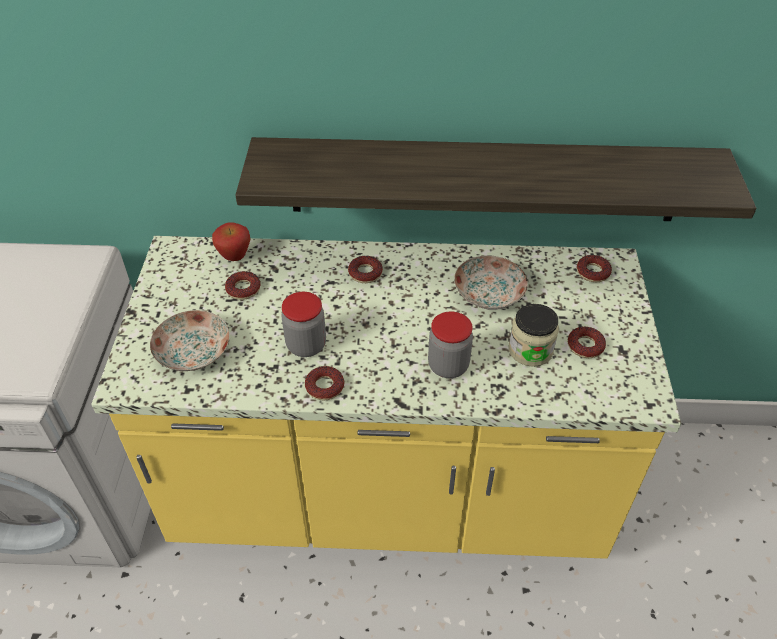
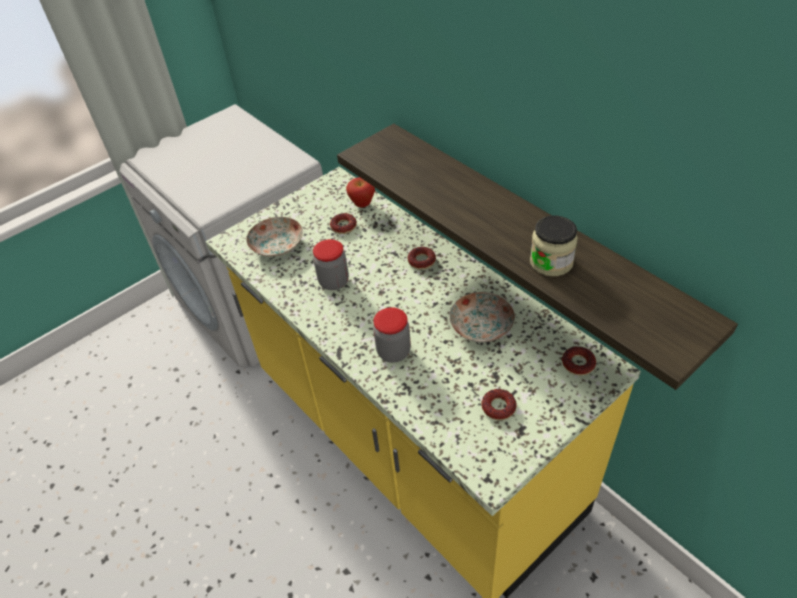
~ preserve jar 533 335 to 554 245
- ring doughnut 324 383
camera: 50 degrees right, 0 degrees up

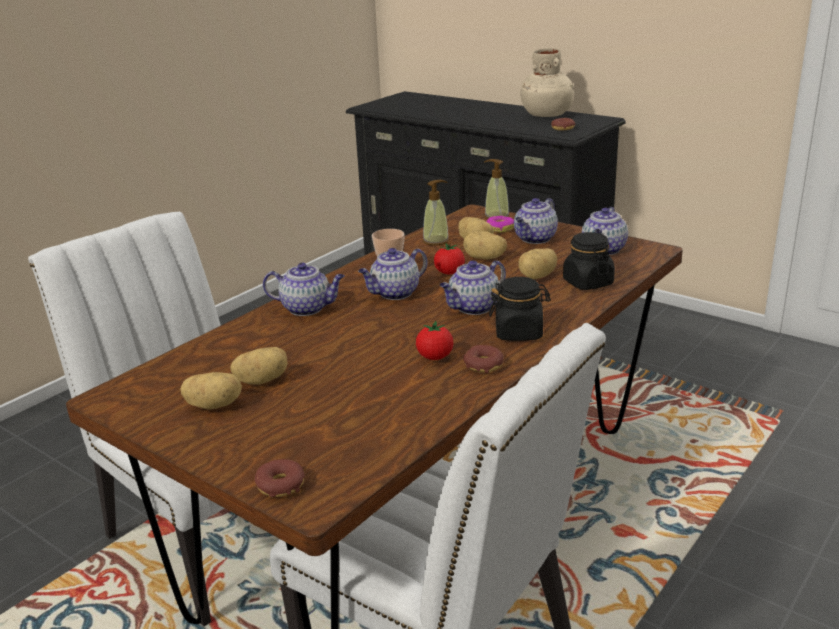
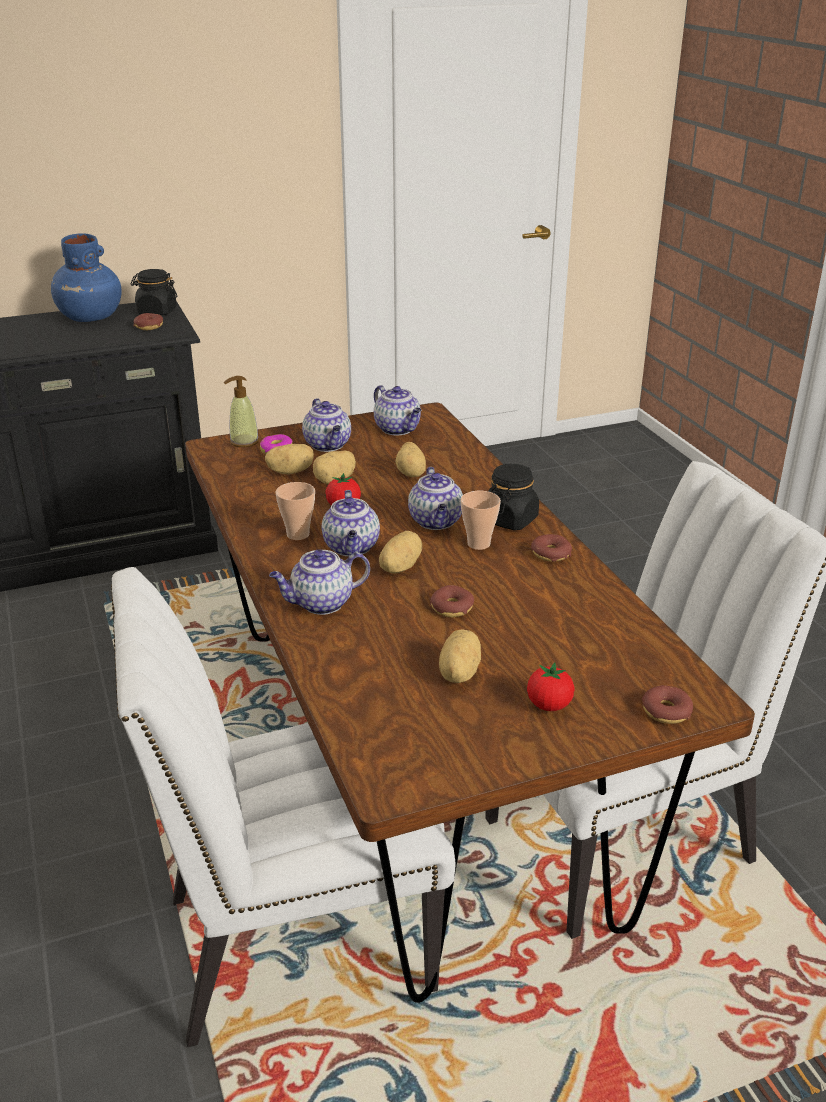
~ vase (beige-coloured) 547 82 to vase (blue) 86 277
- soap bottle 436 213
~ preserve jar (blackish) 589 261 to 154 292
~ pot for tea 304 289 = 319 582 150 degrees counterclockwise
~ tomato 434 340 to 551 687
~ spud 211 390 to 400 552
+ cup 480 520
+ ring doughnut 452 601
camera: 60 degrees left, 5 degrees up

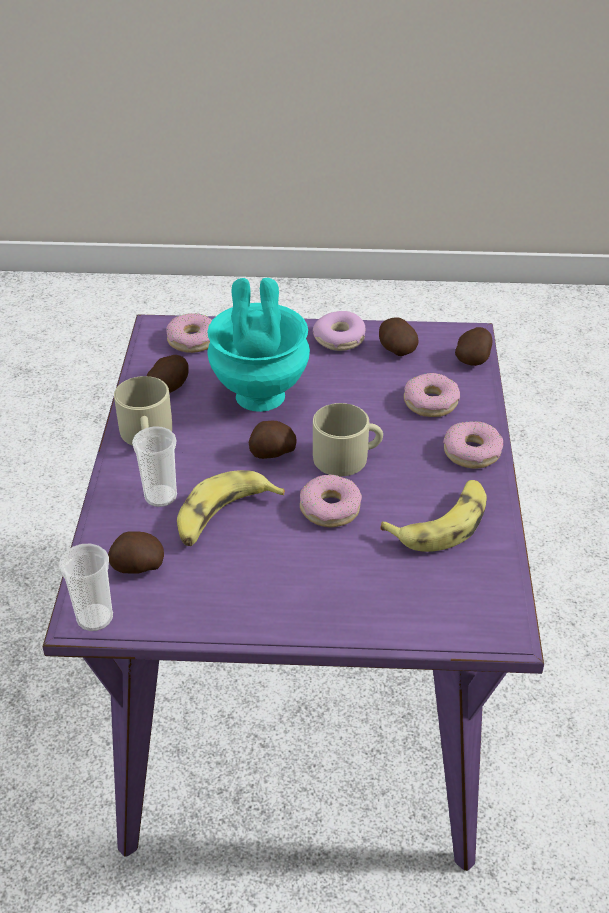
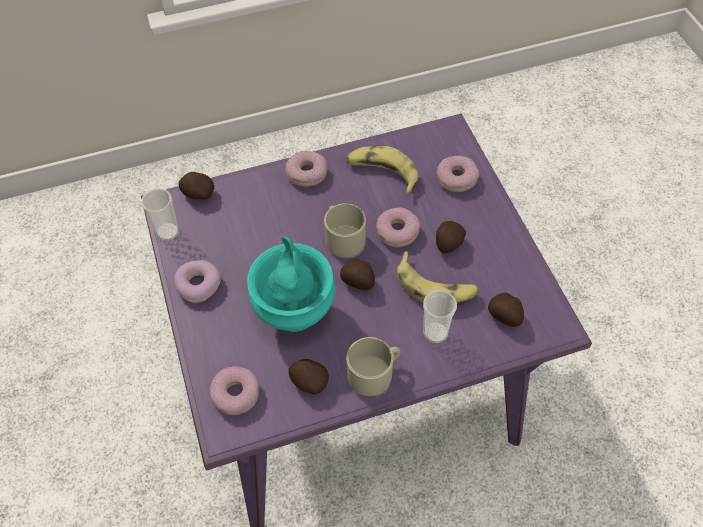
~ spud 399 336 to 451 237
~ ring doughnut 432 395 to 458 174
~ cup 86 587 to 160 214
camera: 110 degrees left, 15 degrees up

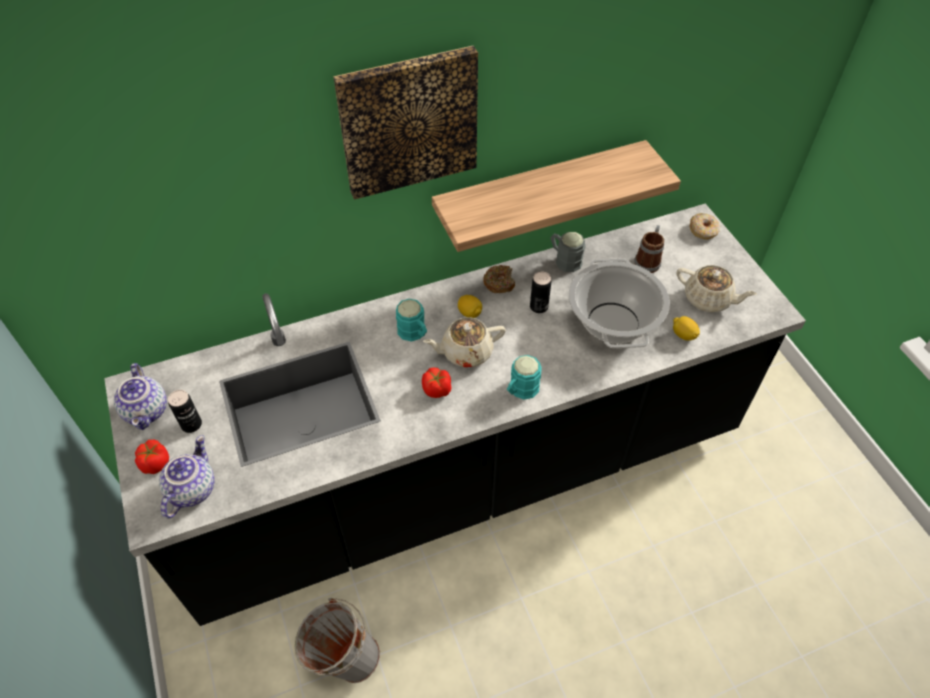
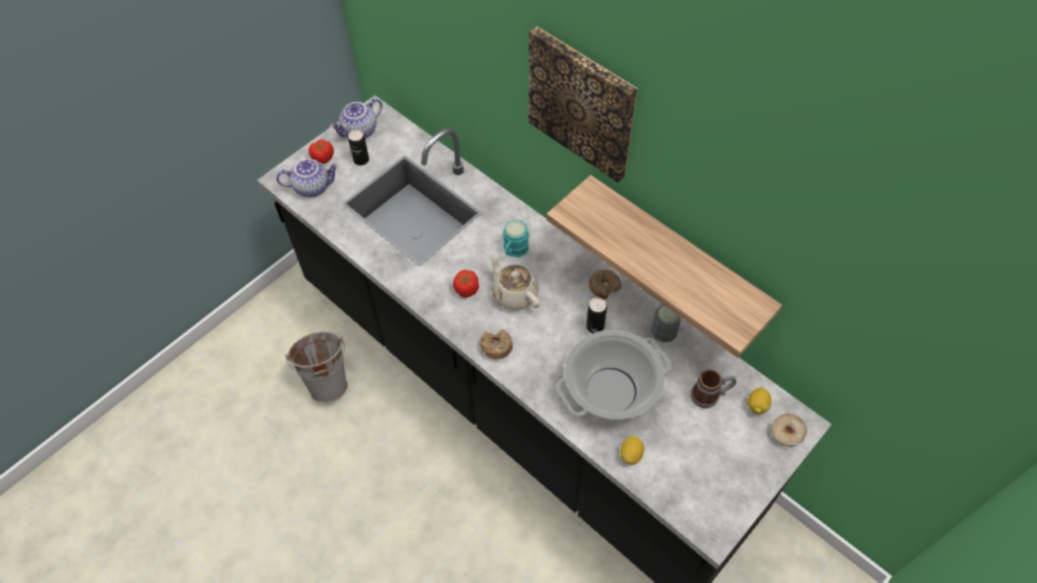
- pot for tea (beige-coloured) 717 288
~ whole lemon 470 306 to 759 401
~ tea mug (turquoise) 524 377 to ring doughnut 496 344
camera: 65 degrees right, 5 degrees up

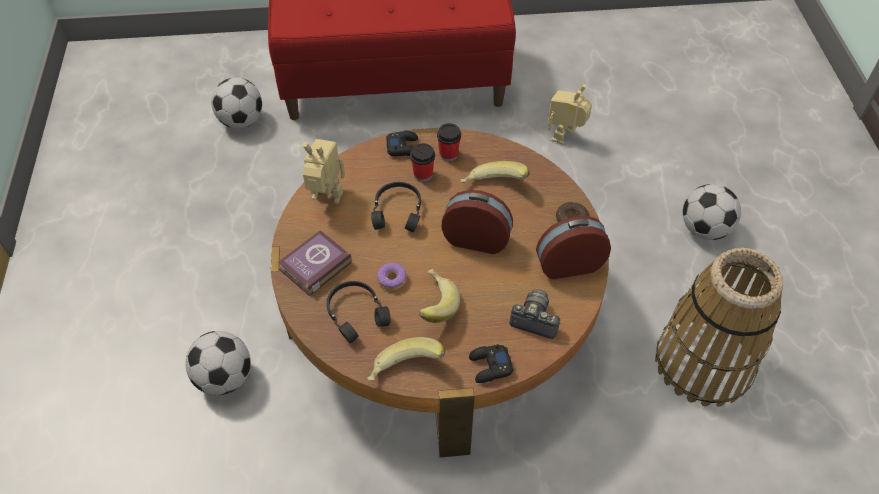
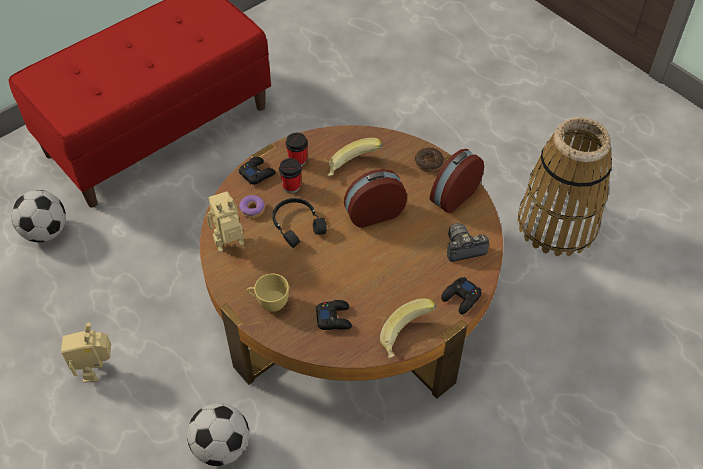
~ robot figure 570 114 to 86 352
- football ball 712 212
~ bound book 315 263 to cup (yellow-coloured) 268 293
~ ring doughnut 392 277 to 252 206
- banana 439 296
~ headphones (blackish) 358 312 to joypad (blackish) 334 315
camera: 35 degrees left, 0 degrees up

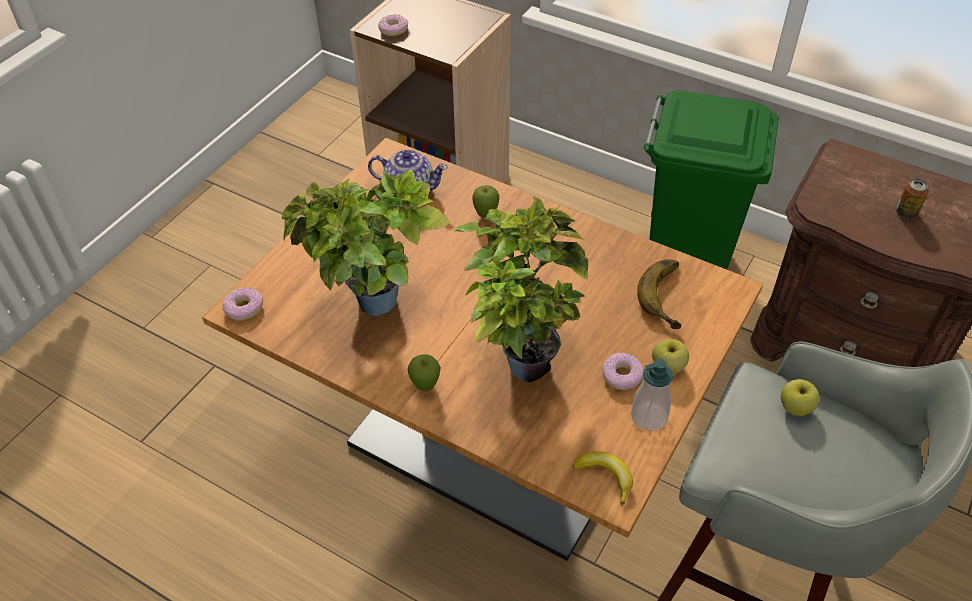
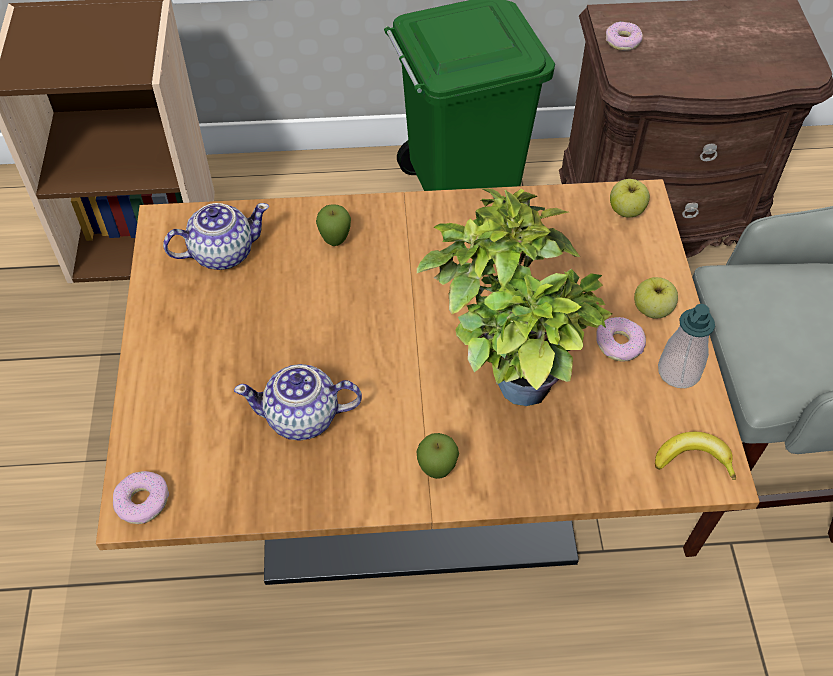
~ ring doughnut 393 25 to 624 36
~ houseplant 366 243 to pot for tea 298 402
- metal can 912 198
- banana 659 294
~ apple fruit 800 397 to 630 198
camera: 35 degrees left, 5 degrees up

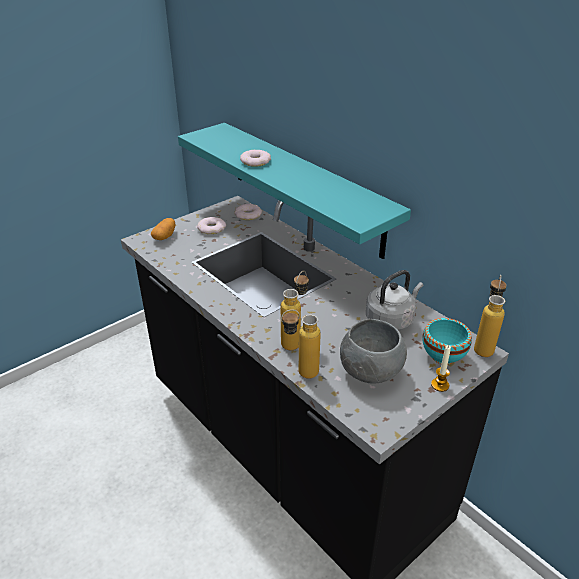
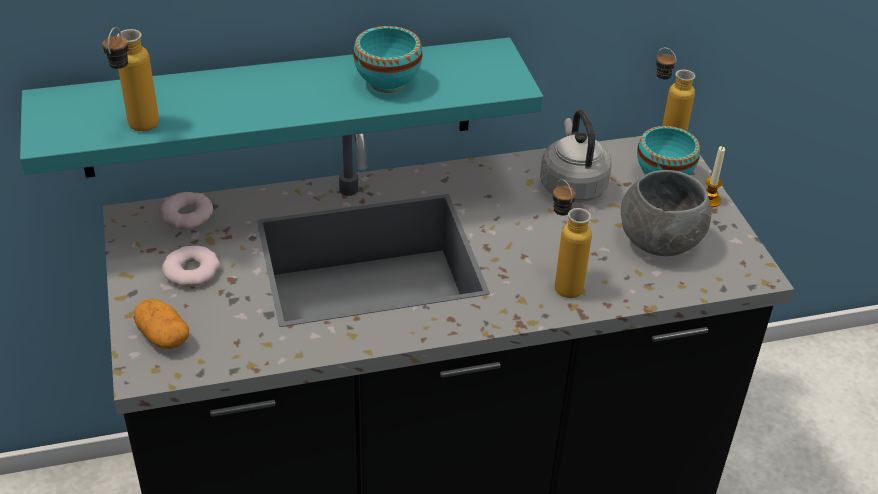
- ring doughnut 255 158
~ drink bottle 301 344 to 131 79
+ bowl (turquoise) 388 59
camera: 65 degrees left, 5 degrees up

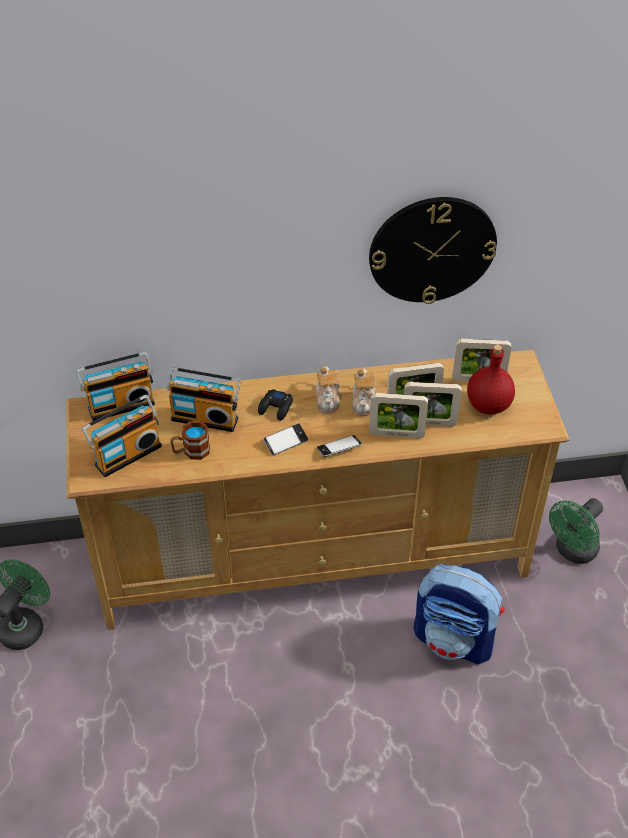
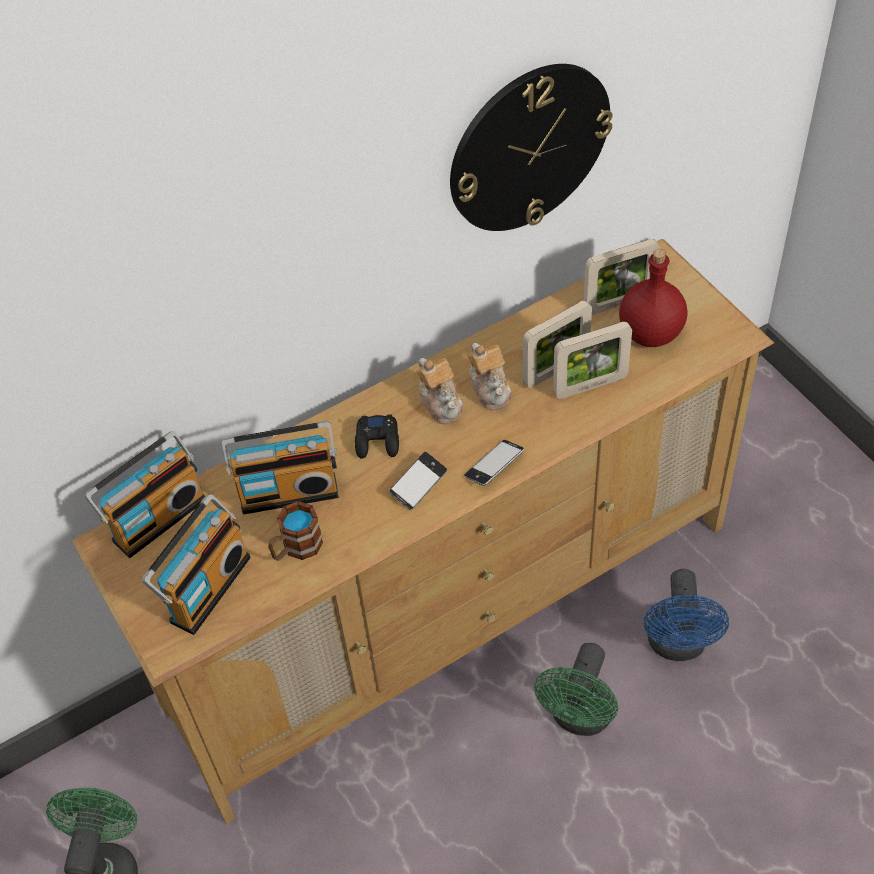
- photo frame 398 415
~ fan (green-coloured) 576 531 to 576 689
~ rucksack 459 614 to fan (blue) 686 615
camera: 20 degrees left, 5 degrees up

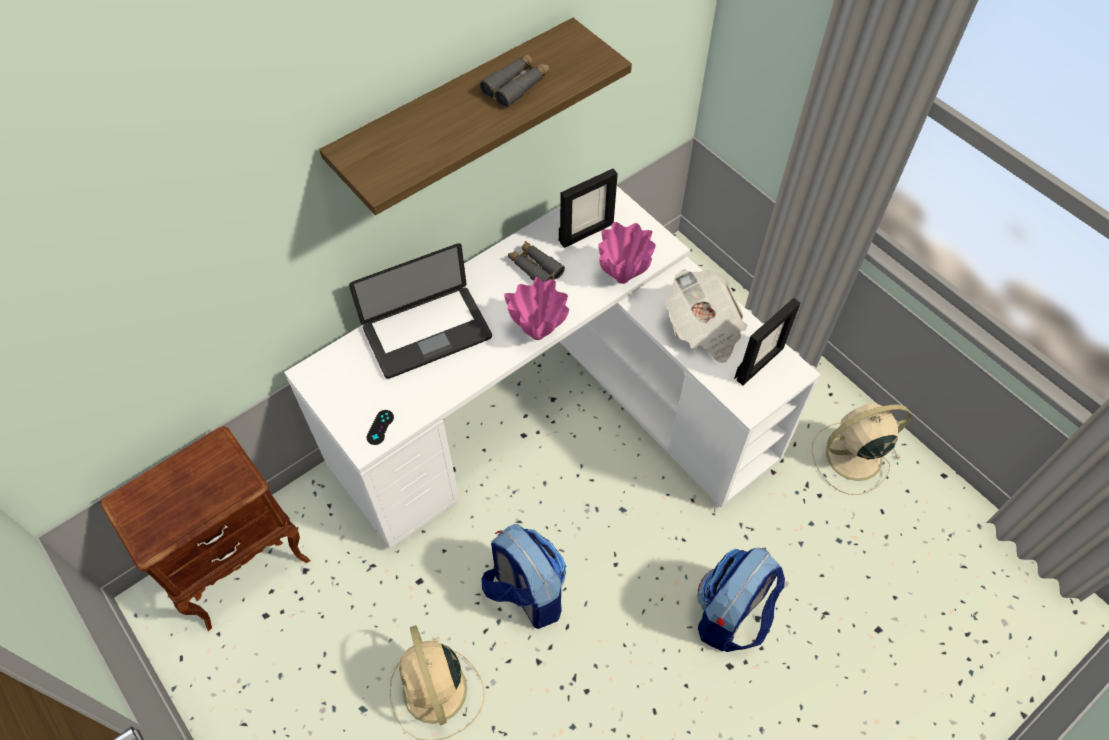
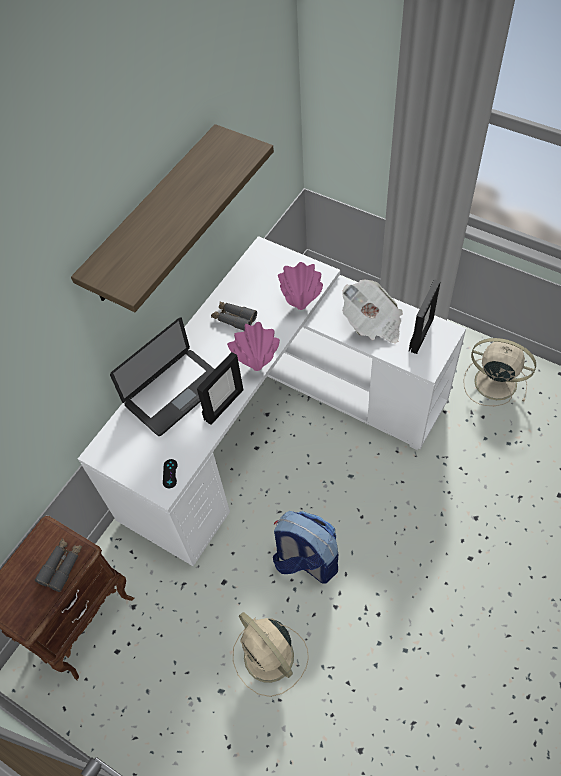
~ field glasses (grey) 515 80 to 58 565
~ photo frame 588 208 to 220 388
~ fan (beige-coloured) 861 449 = 500 372 60 degrees clockwise
- rucksack 741 600
camera: 15 degrees left, 0 degrees up

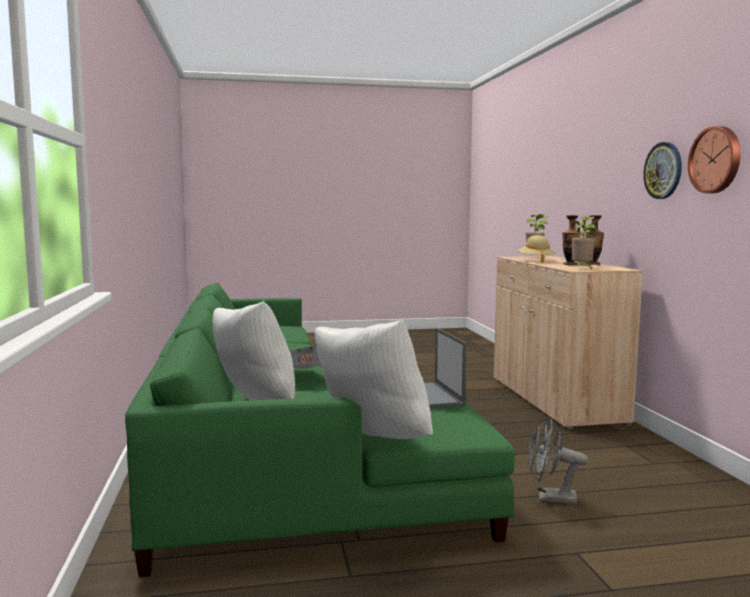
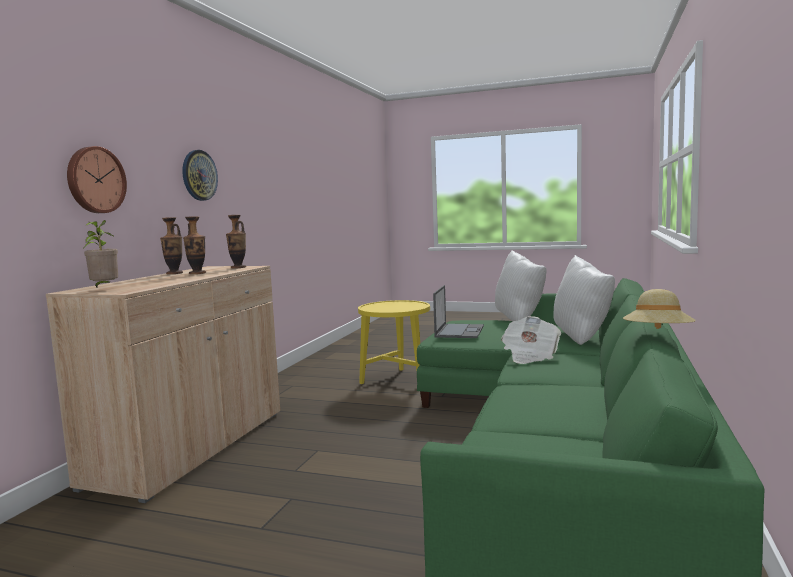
~ hanging clock 714 159 to 97 179
~ houseplant 583 242 to vase 236 242
~ hat (beige-coloured) 536 249 to 659 309
~ fan (grey) 558 462 to end table (yellow-coloured) 394 342
camera: 150 degrees left, 0 degrees up

